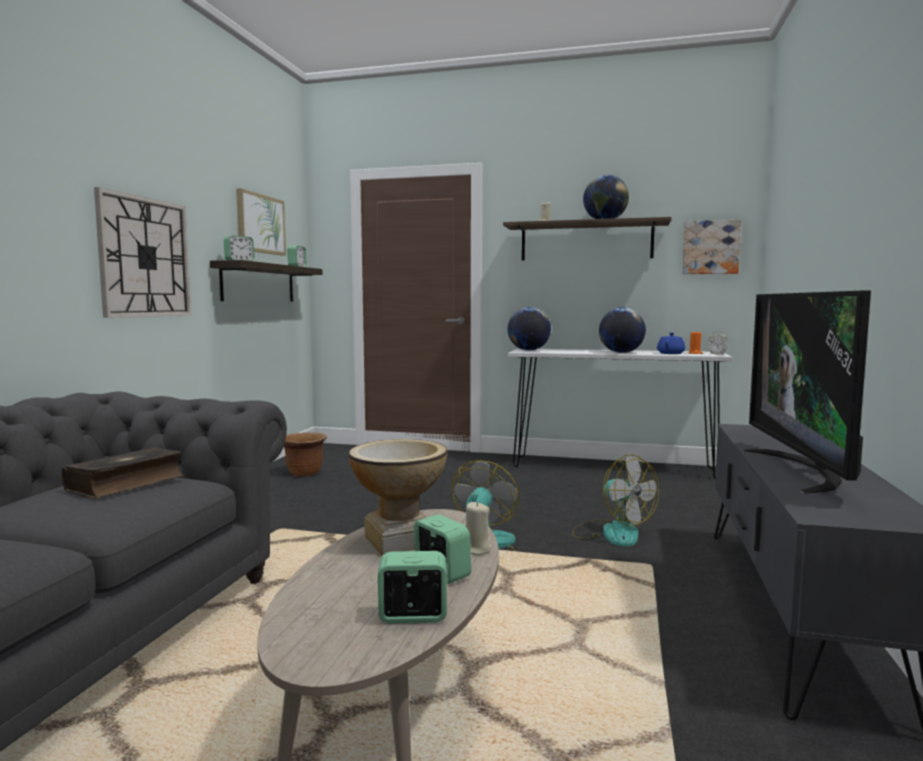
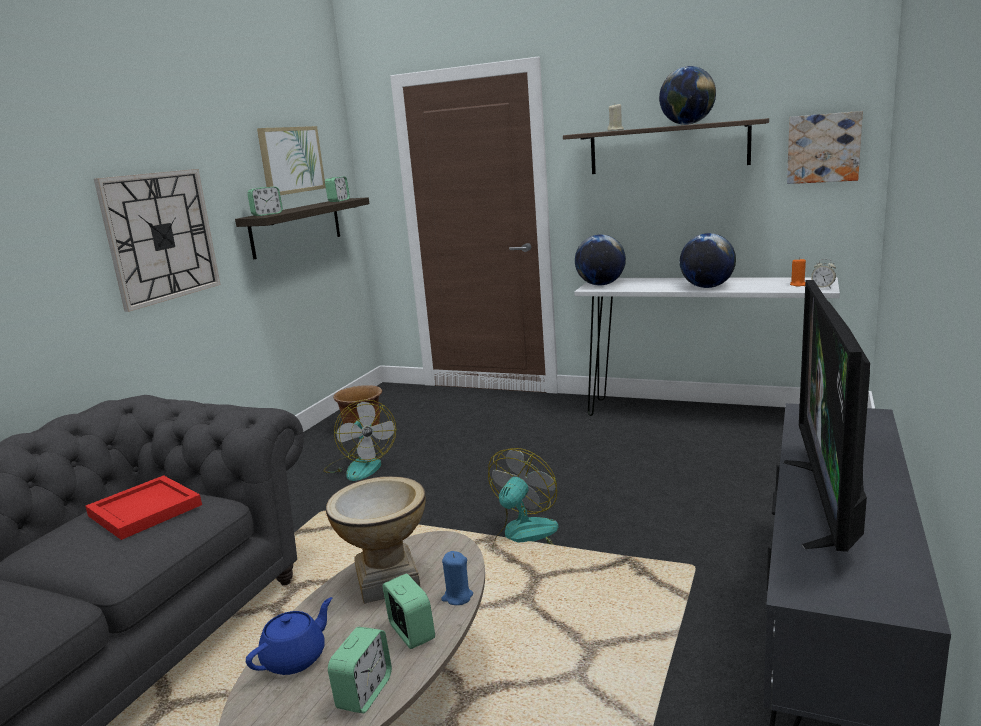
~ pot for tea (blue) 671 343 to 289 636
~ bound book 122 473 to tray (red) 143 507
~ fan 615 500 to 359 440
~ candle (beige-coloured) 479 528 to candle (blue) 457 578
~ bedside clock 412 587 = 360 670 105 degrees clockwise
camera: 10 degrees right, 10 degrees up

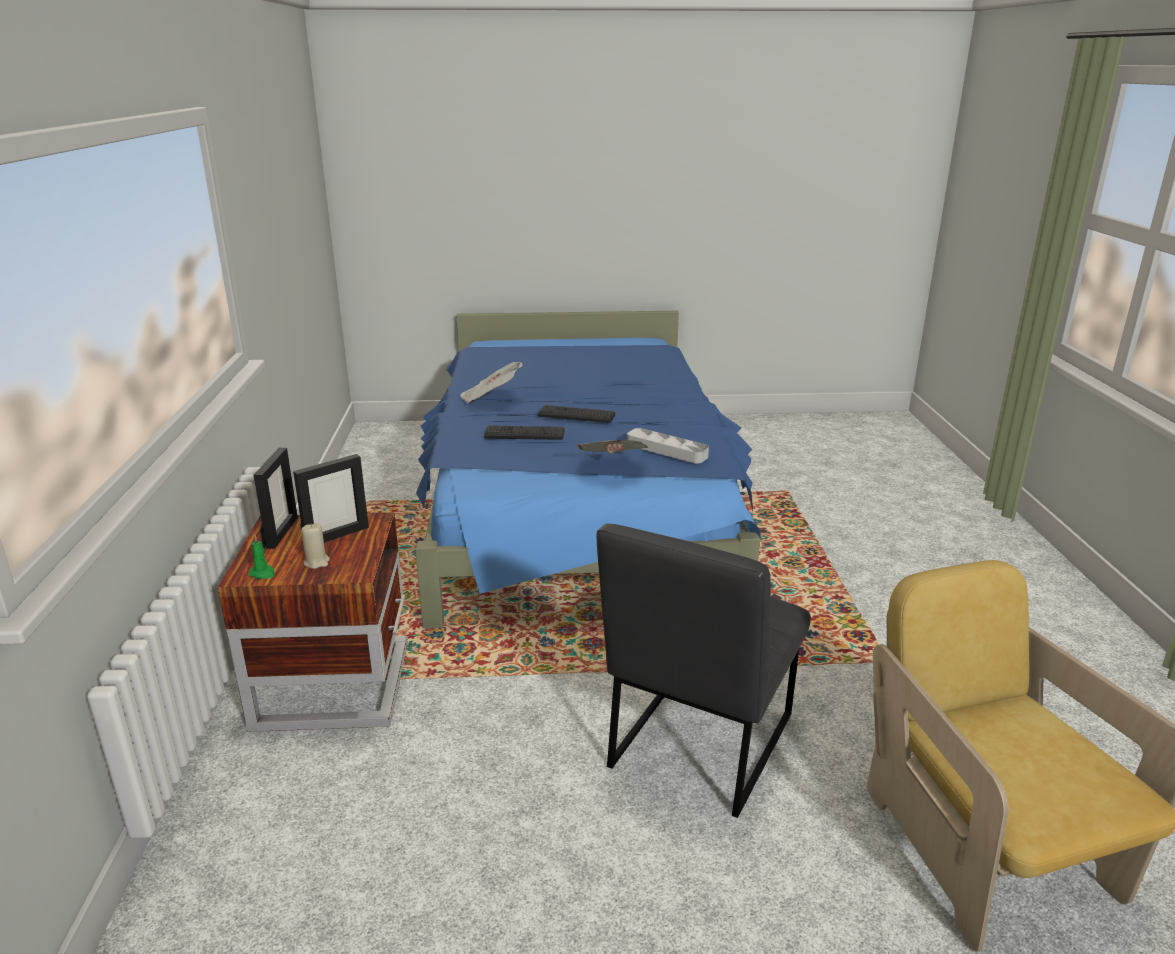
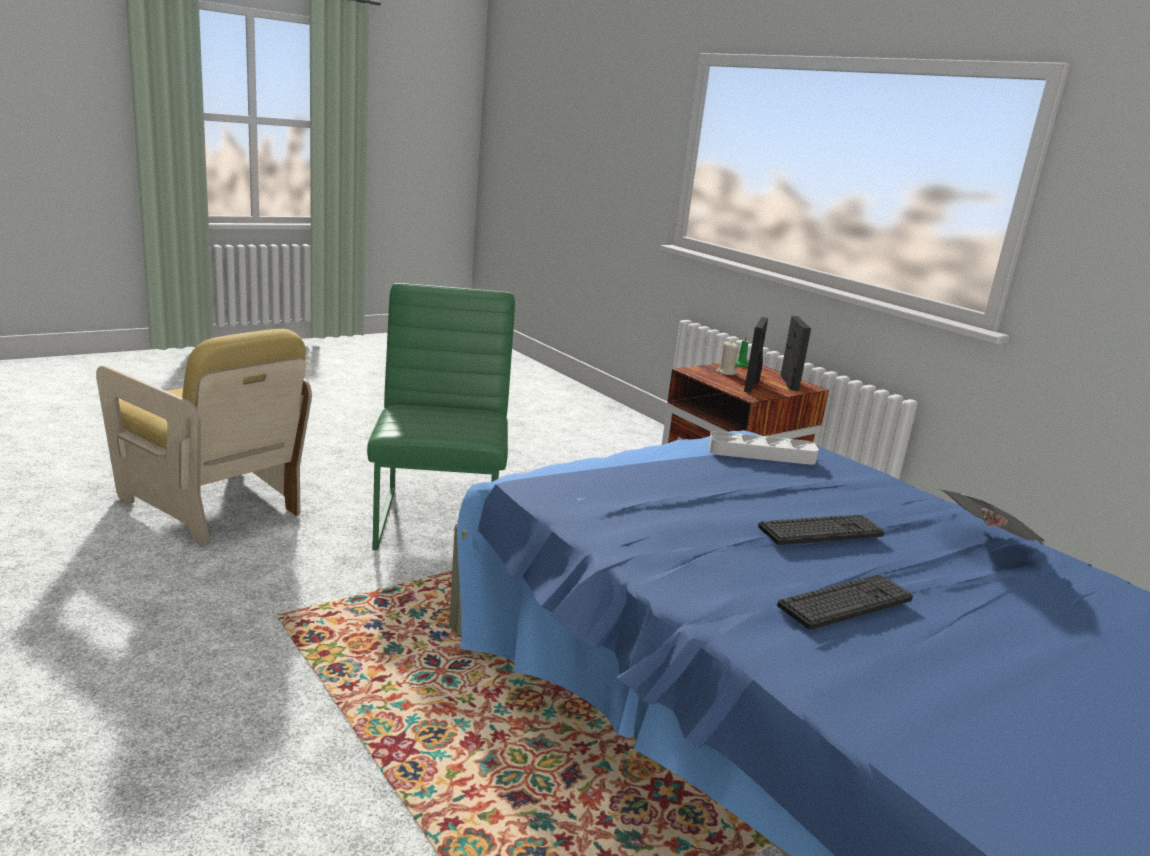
~ PC keyboard 524 432 to 845 602
~ tray (grey) 668 445 to 763 448
- printed paper 611 447
~ photo frame 276 498 = 795 353 150 degrees counterclockwise
~ chair (grey) 704 671 to chair (green-coloured) 441 416
camera: 145 degrees right, 5 degrees down

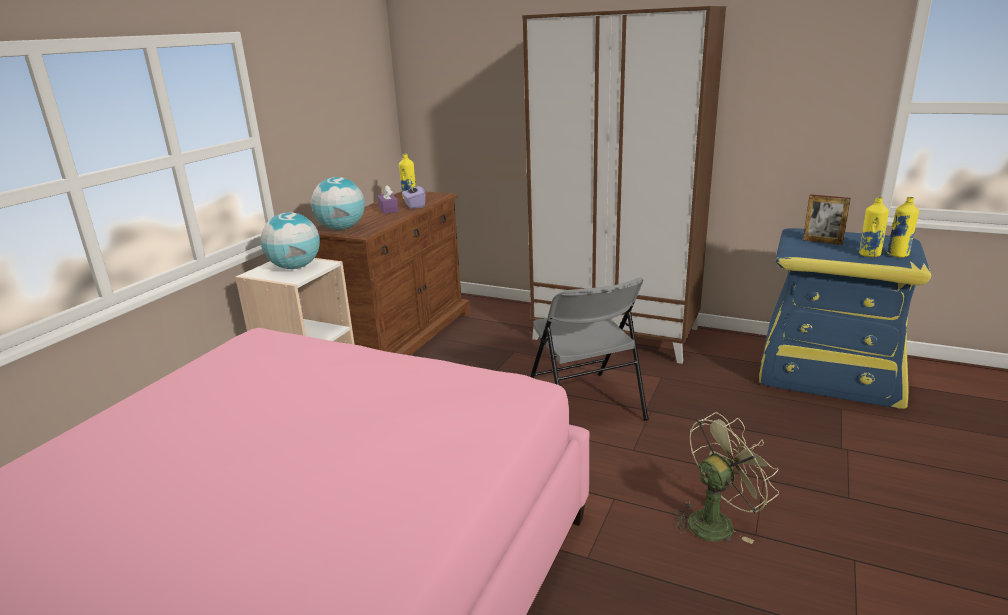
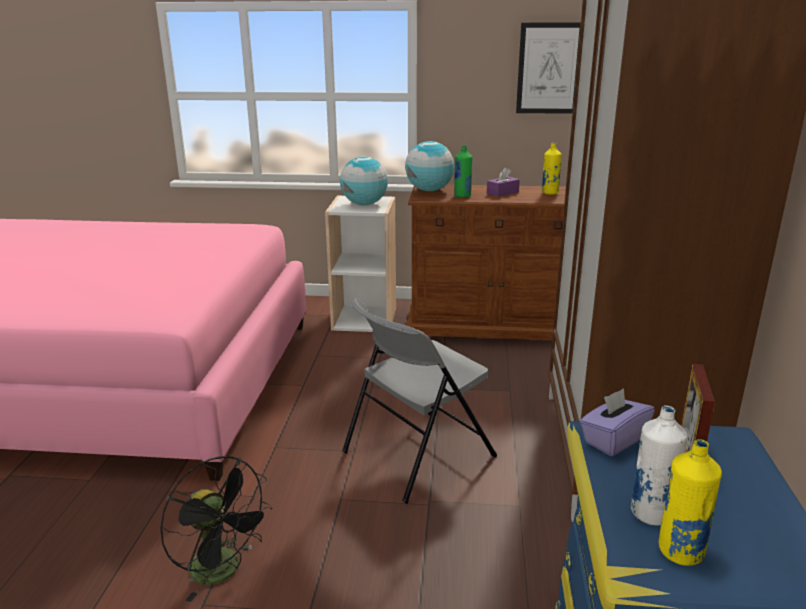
~ tissue box (purple) 413 197 to 617 422
~ drink bottle (yellow-coloured) 874 227 to drink bottle (white-coloured) 659 465
~ fan (green-coloured) 726 478 to fan (blackish) 216 529
+ wall art 548 68
+ drink bottle (green-coloured) 463 171
camera: 70 degrees right, 0 degrees up

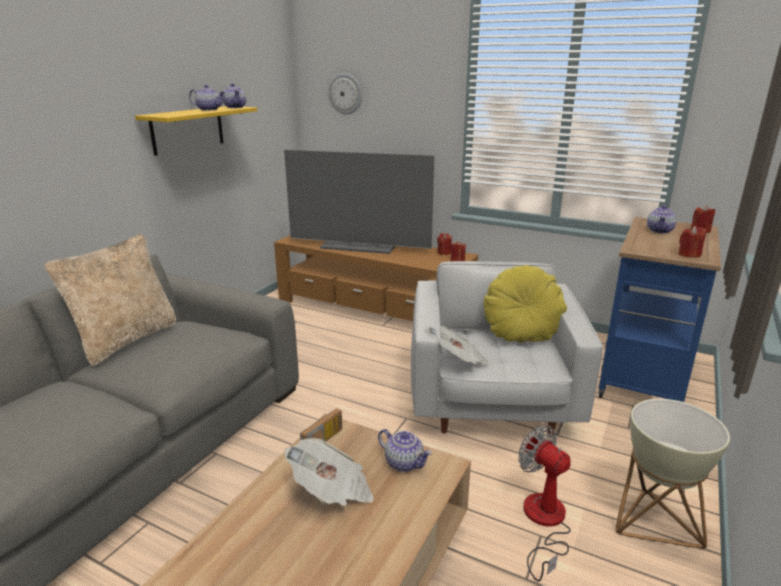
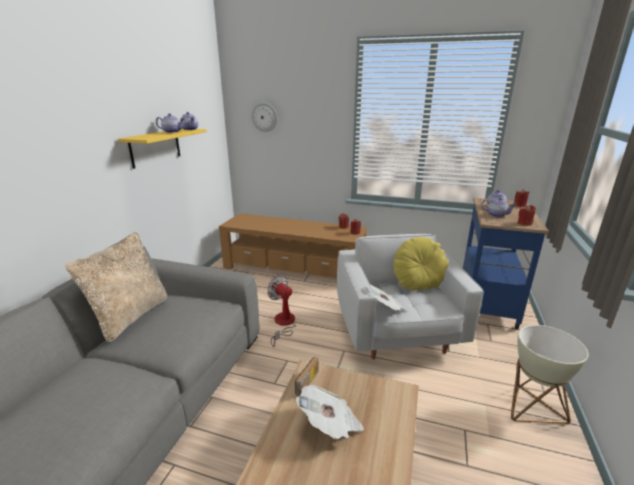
- TV 359 202
~ fan 544 503 to 281 311
~ pot for tea 405 450 to 499 207
camera: 10 degrees left, 0 degrees up

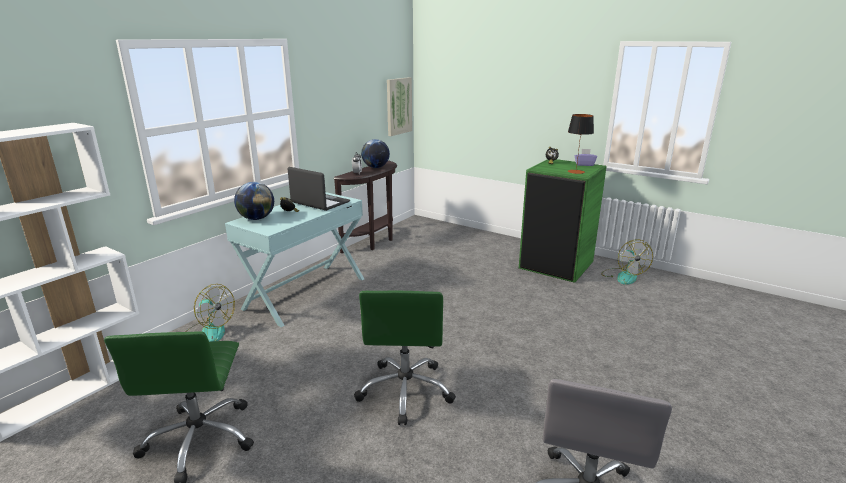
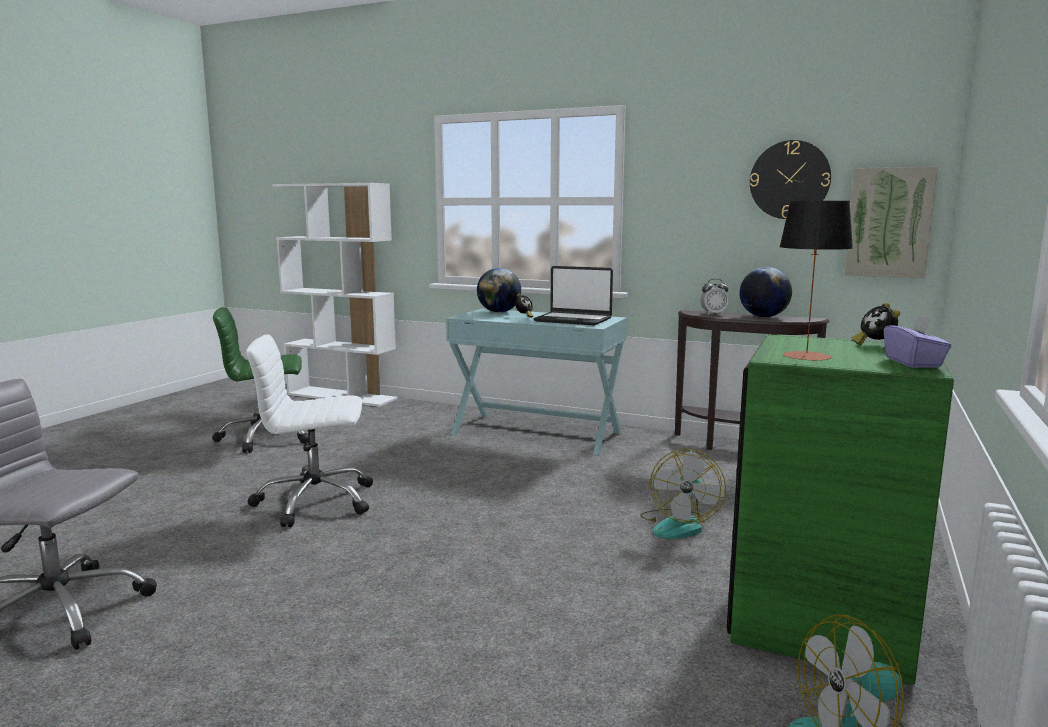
~ notebook computer 318 189 = 573 296 90 degrees clockwise
~ fan 210 313 to 683 494
~ office chair (green-coloured) 405 357 to office chair (white-coloured) 309 431
+ hanging clock 790 179
camera: 80 degrees right, 10 degrees down

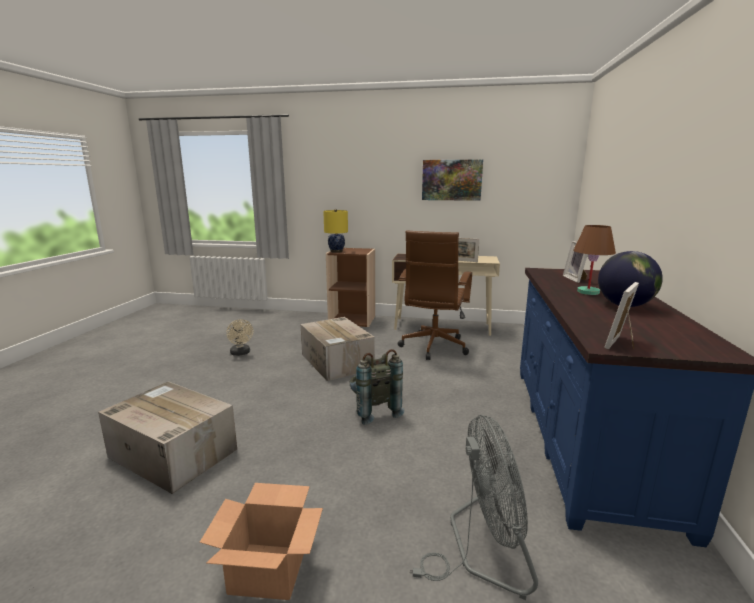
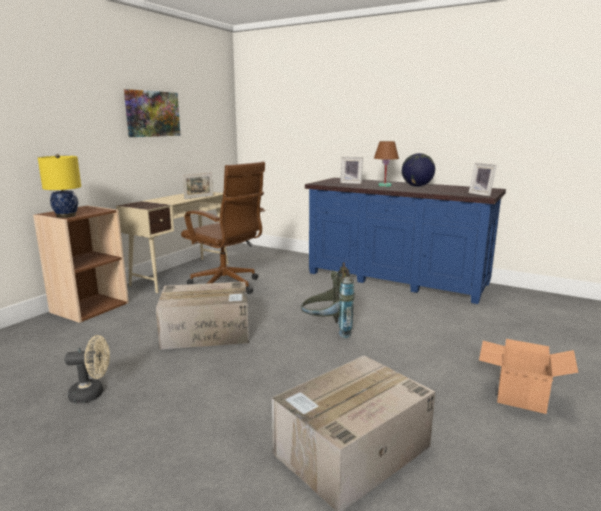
- fan (grey) 474 507
camera: 70 degrees left, 0 degrees up

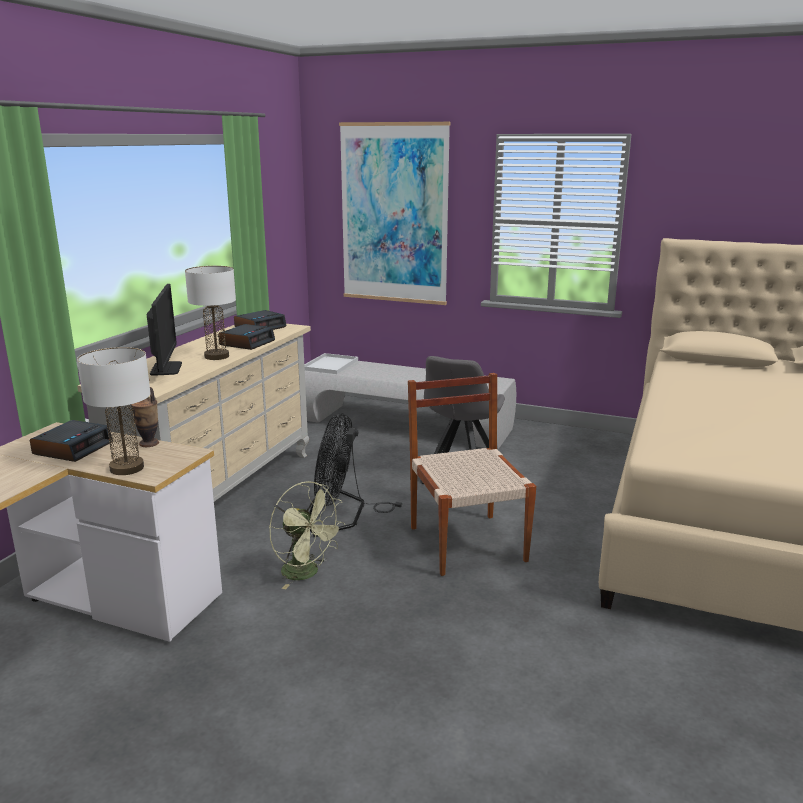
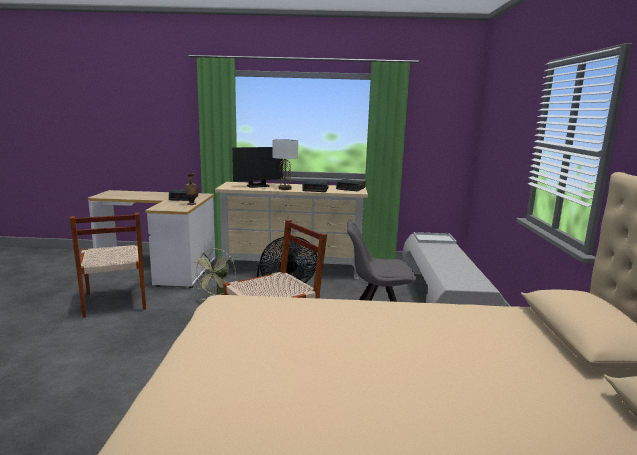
- wall art 394 213
- tabletop lamp 113 411
+ chair 108 265
camera: 70 degrees right, 5 degrees down

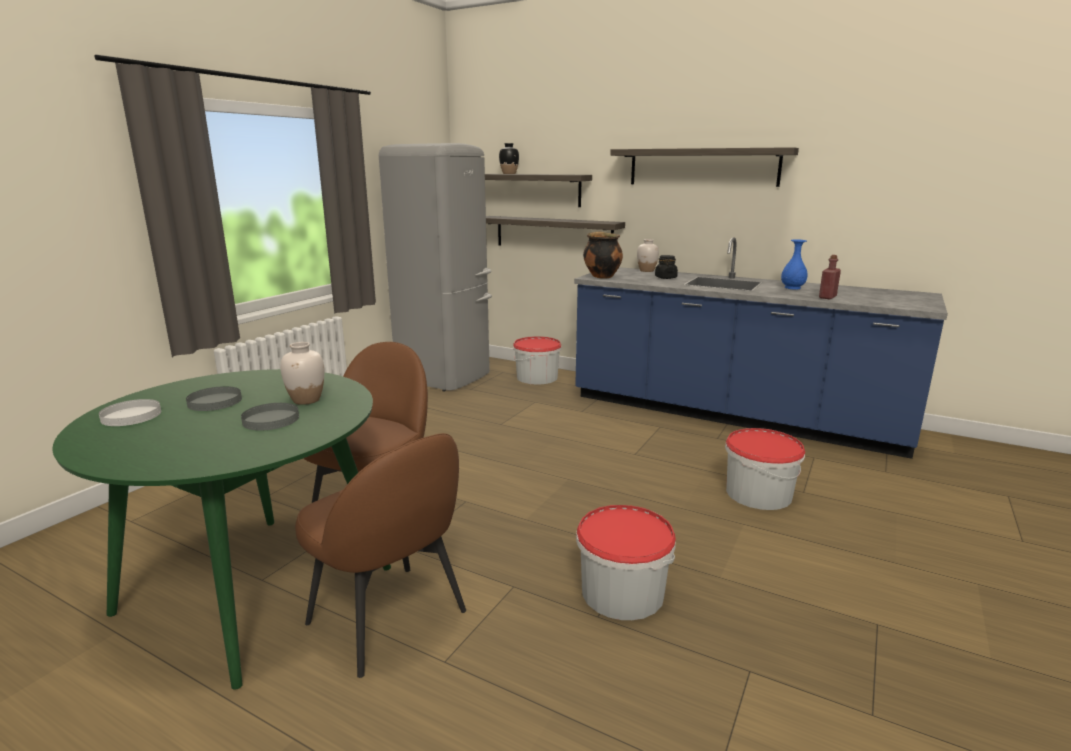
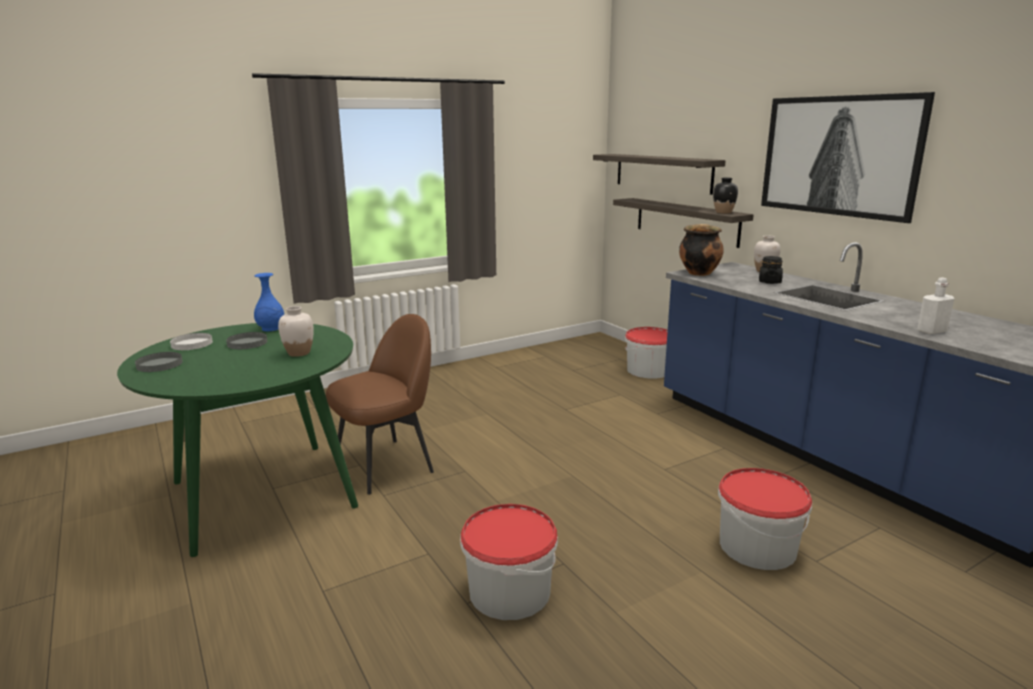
- kitchen fridge (grey) 435 267
~ vase (blackish) 509 158 to 725 195
~ wall shelf 704 167 to wall art 848 157
~ vase (blue) 794 264 to 269 302
~ drink bottle (red) 830 277 to drink bottle (white-coloured) 935 306
~ plate (grey) 270 416 to 159 362
- chair (brown) 380 555
camera: 30 degrees right, 0 degrees up

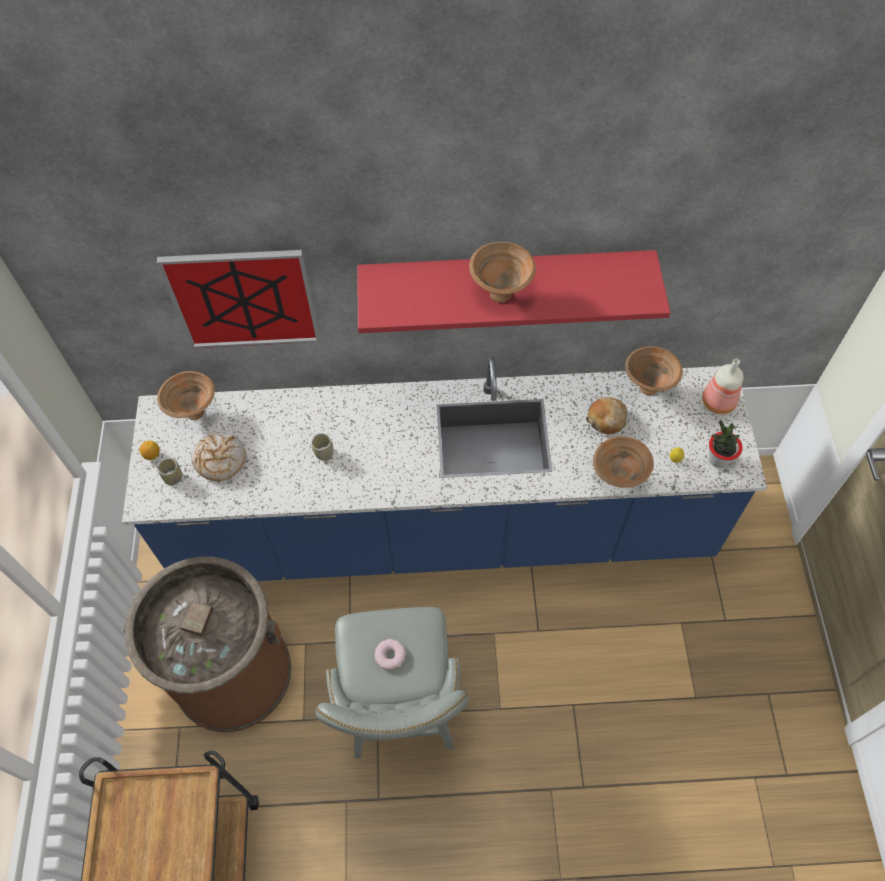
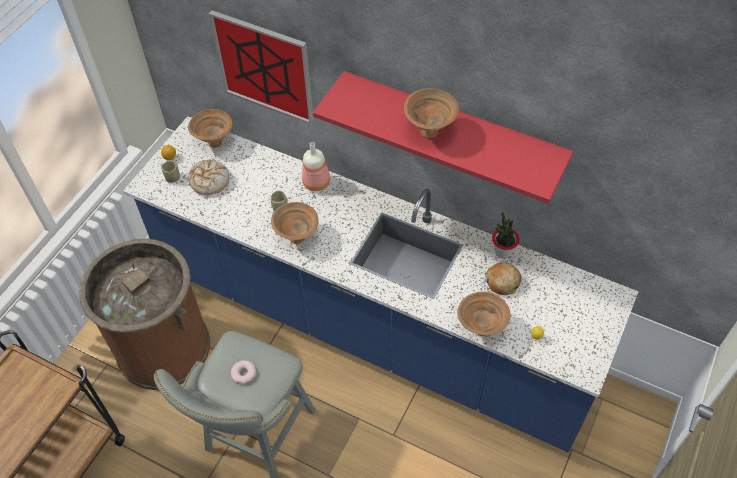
~ bowl (brown) 654 370 to 294 223
~ drink bottle 722 386 to 316 166
~ houseplant 725 444 to 506 234
camera: 30 degrees right, 5 degrees down

